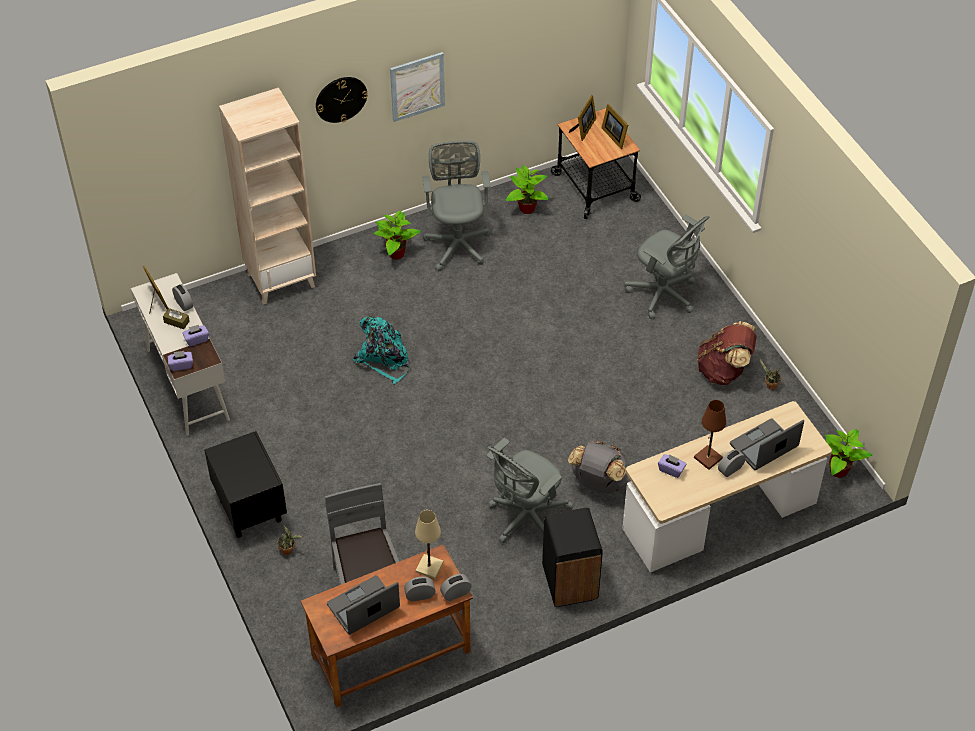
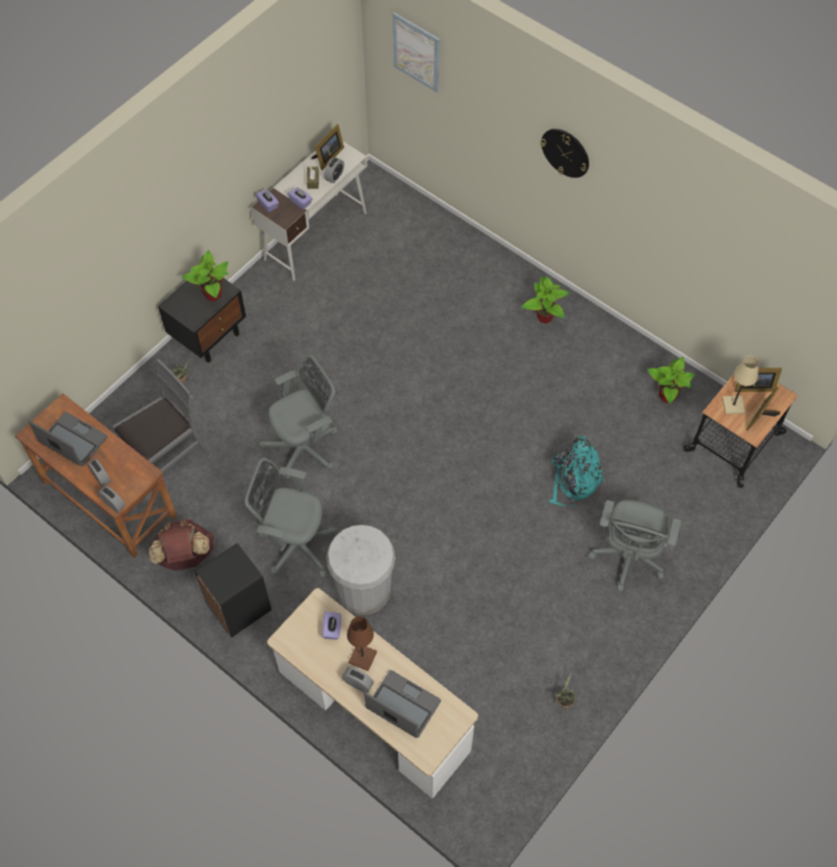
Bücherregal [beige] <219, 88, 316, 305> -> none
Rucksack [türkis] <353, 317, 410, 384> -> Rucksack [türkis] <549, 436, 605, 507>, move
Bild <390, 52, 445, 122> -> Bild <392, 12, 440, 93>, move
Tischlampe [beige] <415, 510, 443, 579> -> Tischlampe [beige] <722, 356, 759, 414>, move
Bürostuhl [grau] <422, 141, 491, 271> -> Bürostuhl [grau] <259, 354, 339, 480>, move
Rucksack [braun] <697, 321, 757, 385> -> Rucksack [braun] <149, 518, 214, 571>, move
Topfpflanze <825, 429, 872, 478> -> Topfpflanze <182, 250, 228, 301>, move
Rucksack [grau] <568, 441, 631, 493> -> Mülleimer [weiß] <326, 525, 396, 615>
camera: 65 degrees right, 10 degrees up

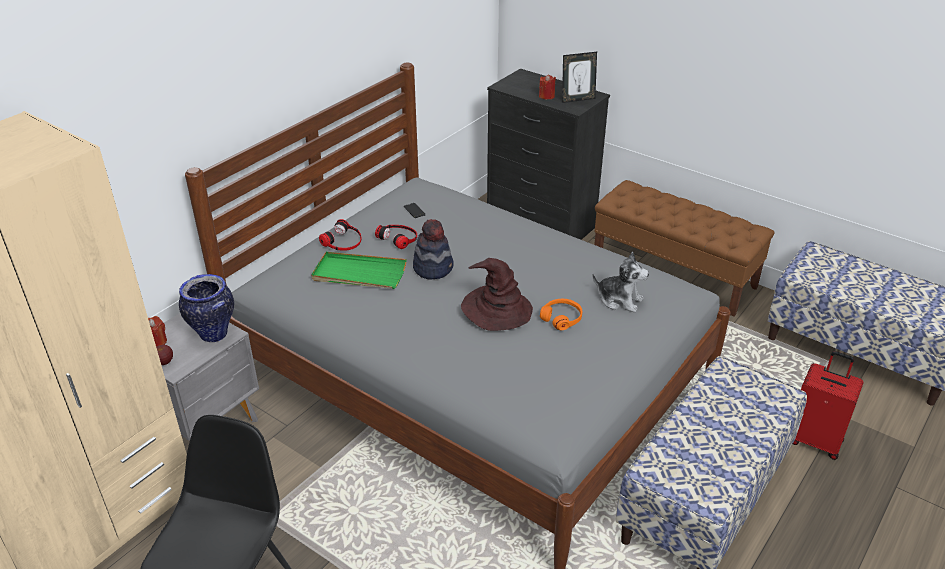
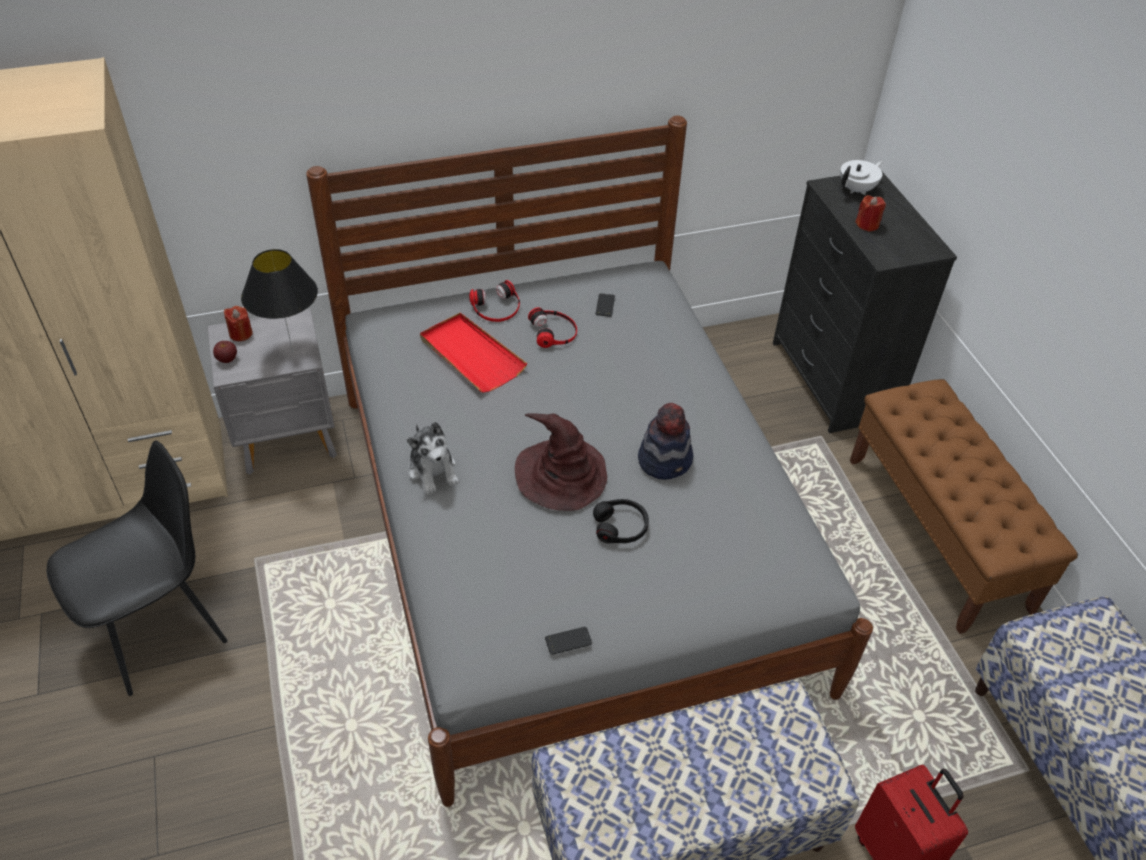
Bilderrahmen <562, 52, 597, 103> -> none
none -> Handy <545, 627, 592, 655>
none -> Teekanne [weiß] <840, 160, 883, 195>
Hut <413, 219, 454, 280> -> Hut <638, 403, 693, 480>, move
Plüschtier <592, 252, 649, 313> -> Plüschtier <407, 422, 459, 495>, move
Vase <179, 274, 234, 342> -> Tischlampe [schwarz] <241, 249, 318, 352>
Tablett [grün] <311, 252, 407, 289> -> Tablett [rot] <420, 313, 527, 393>
Kopfhörer [orange] <540, 299, 582, 330> -> Kopfhörer [schwarz] <593, 499, 649, 543>
camera: 35 degrees right, 10 degrees up

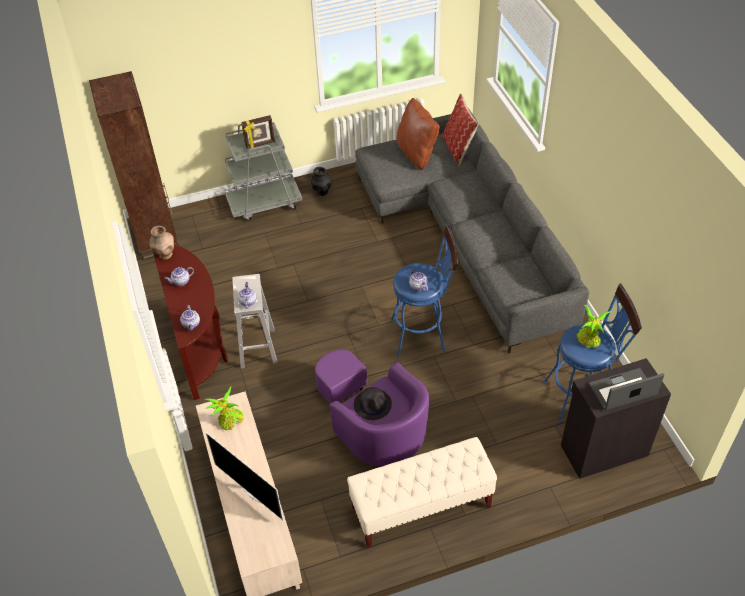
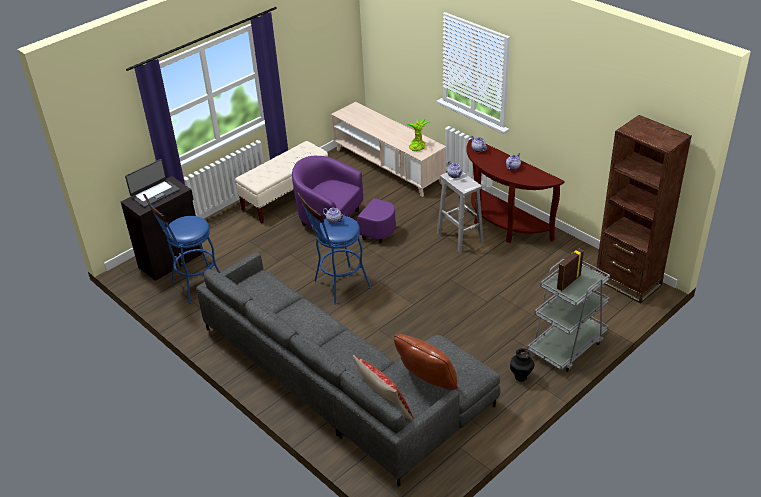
Vase [braun] <149, 226, 174, 260> -> none
Fernseher <206, 432, 284, 520> -> none
Hut [schwarz] <354, 387, 392, 420> -> none
Topfpflanze <576, 305, 611, 348> -> none
camera: 155 degrees right, 10 degrees down

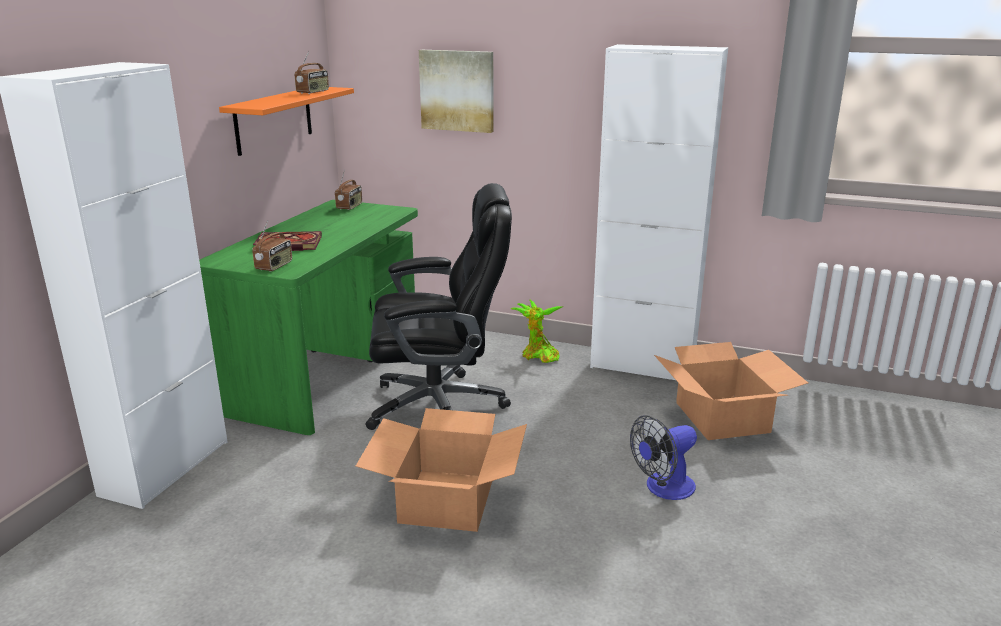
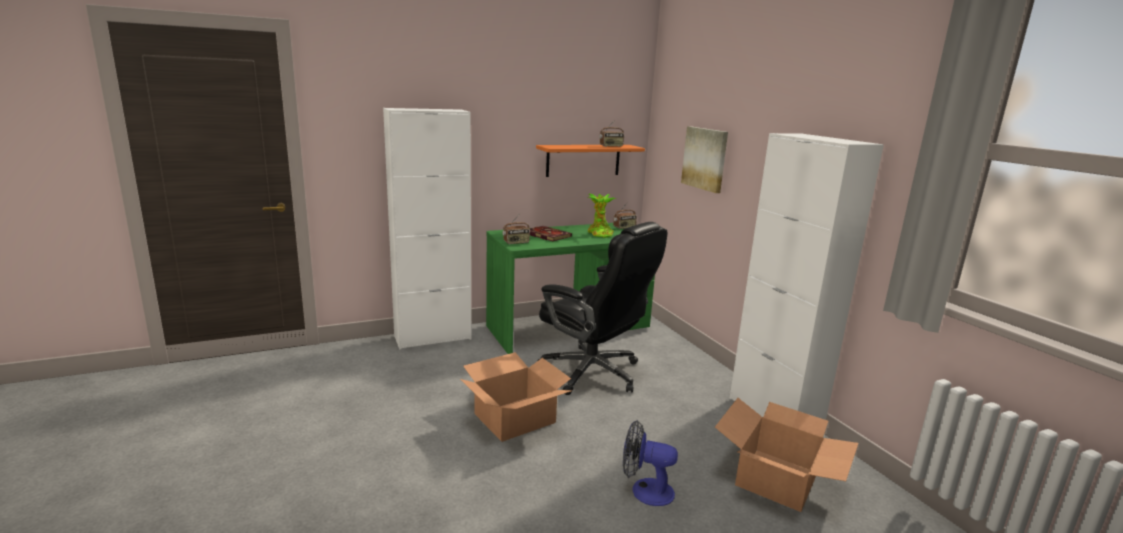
Topfpflanze <511, 300, 564, 363> -> Topfpflanze <588, 193, 616, 238>, move
camera: 45 degrees right, 5 degrees down

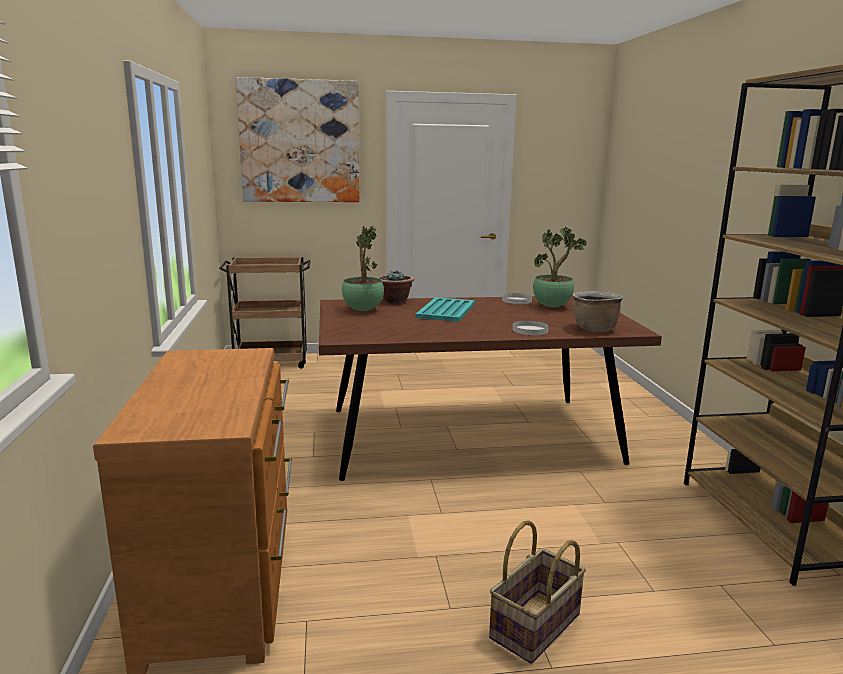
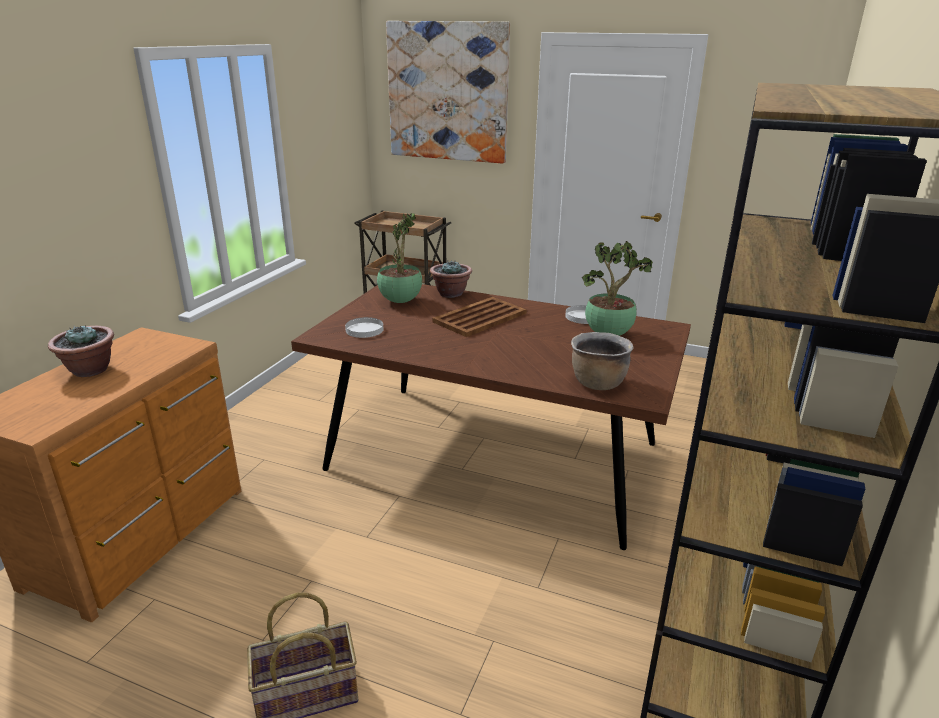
none -> Topfpflanze <48, 326, 114, 377>
Teller [weiß] <513, 320, 549, 335> -> Teller [weiß] <345, 317, 384, 338>, move
Tablett [türkis] <415, 297, 475, 322> -> Tablett [braun] <432, 297, 527, 337>
camera: 30 degrees right, 10 degrees up

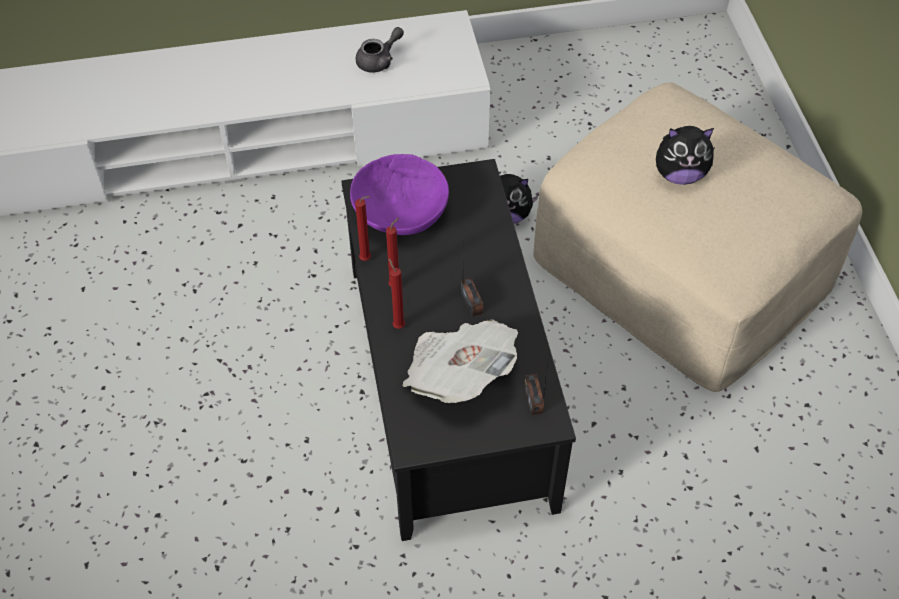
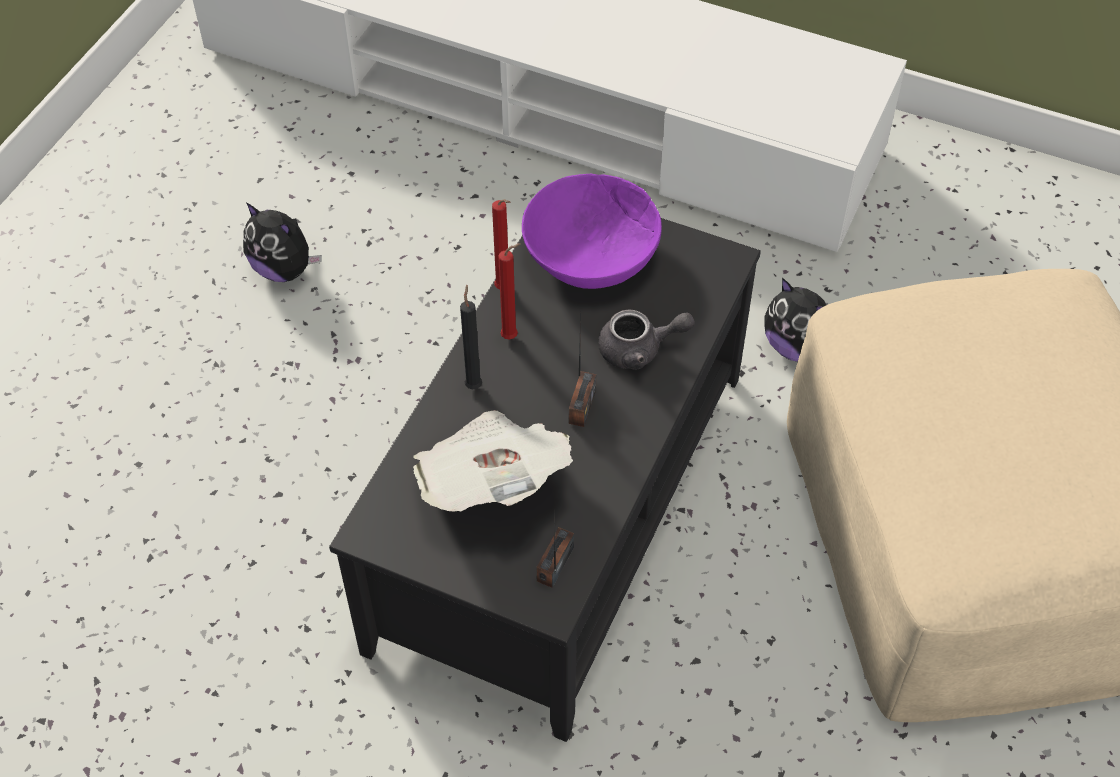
Teekanne [grau] <356, 27, 404, 73> -> Teekanne [grau] <598, 309, 695, 370>, move
Plüschtier <656, 126, 715, 185> -> Plüschtier <243, 202, 322, 282>, move
Kerze [rot] <389, 258, 405, 329> -> Kerze [schwarz] <460, 285, 482, 389>
camera: 35 degrees right, 0 degrees up

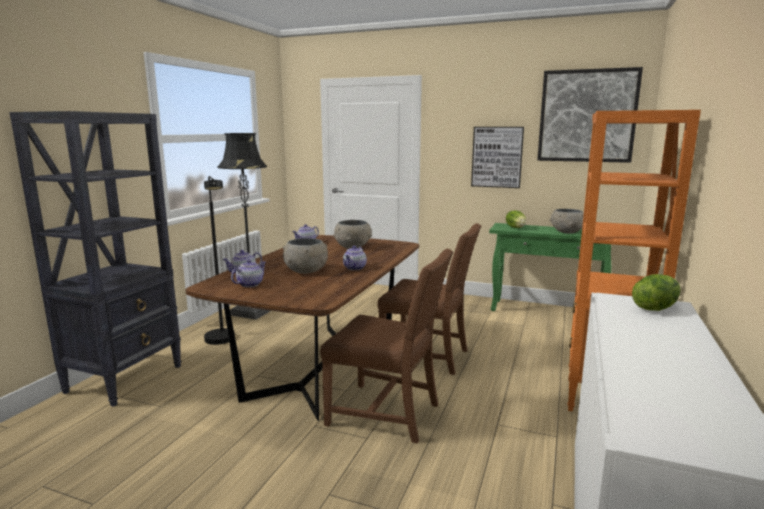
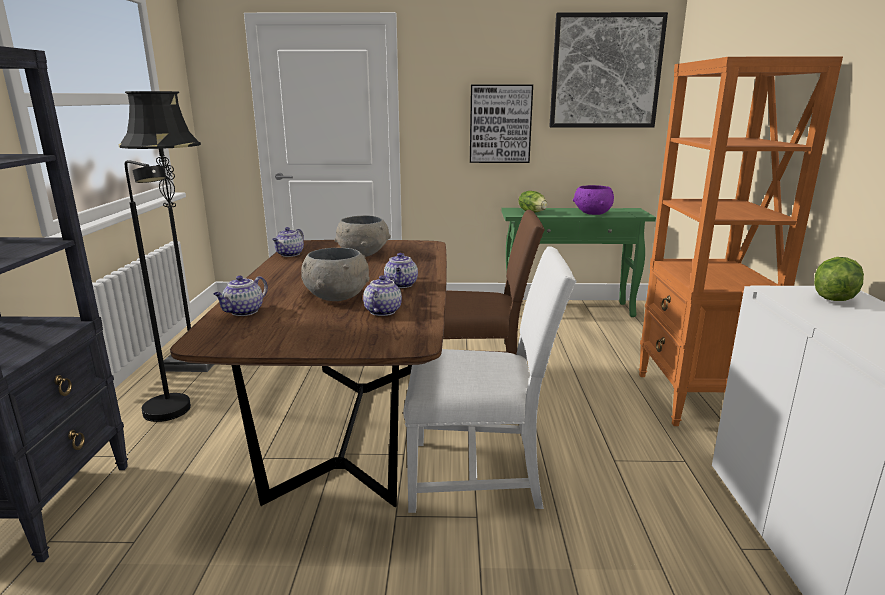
Teekanne <231, 260, 266, 287> -> Teekanne <363, 275, 402, 316>, move
Stuhl [braun] <320, 249, 453, 444> -> Stuhl [weiß] <403, 246, 576, 513>
Schüssel [grau] <549, 209, 584, 234> -> Schüssel [lila] <573, 185, 614, 215>
camera: 20 degrees left, 5 degrees up

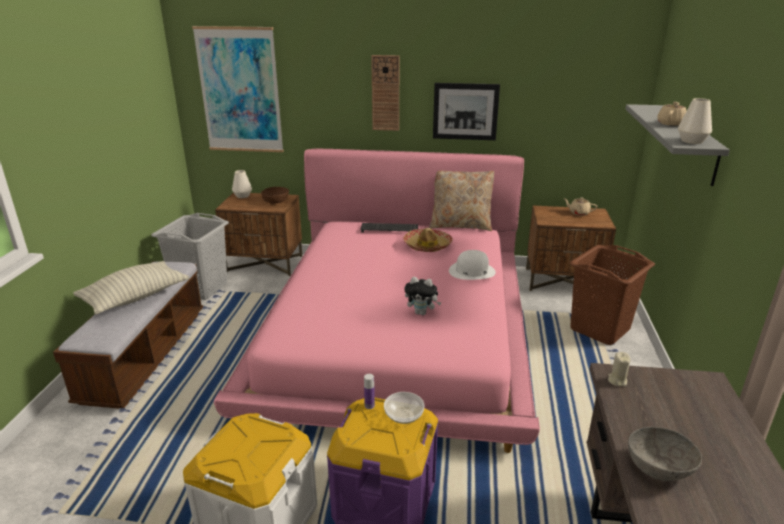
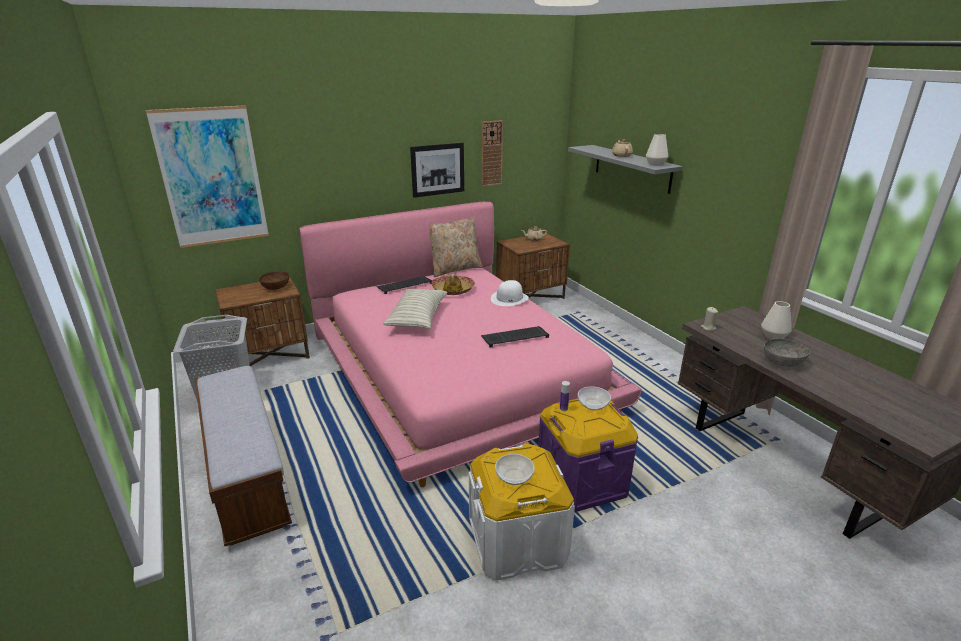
Wäschekorb [braun] <570, 245, 655, 345> -> none
none -> Schüssel <495, 454, 534, 485>
Kissen <73, 261, 189, 314> -> Kissen <383, 289, 447, 329>, move
Vase [weiß] <232, 170, 252, 198> -> Vase [weiß] <761, 301, 792, 339>, move
Wanduhr <371, 55, 400, 131> -> Wanduhr <481, 120, 503, 187>, move
Plüschtier <404, 277, 441, 315> -> Tastatur <481, 326, 549, 347>
camera: 35 degrees left, 0 degrees up

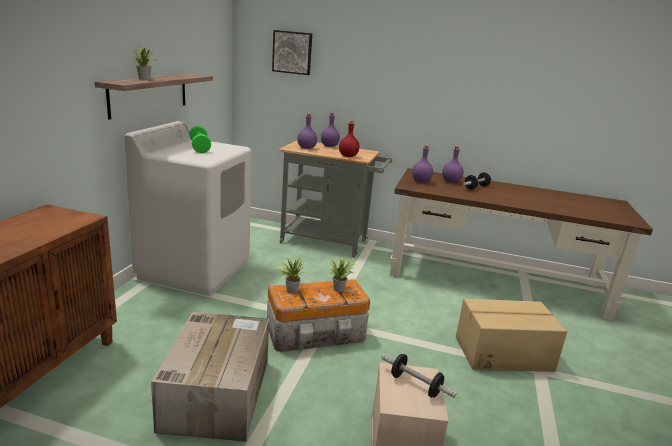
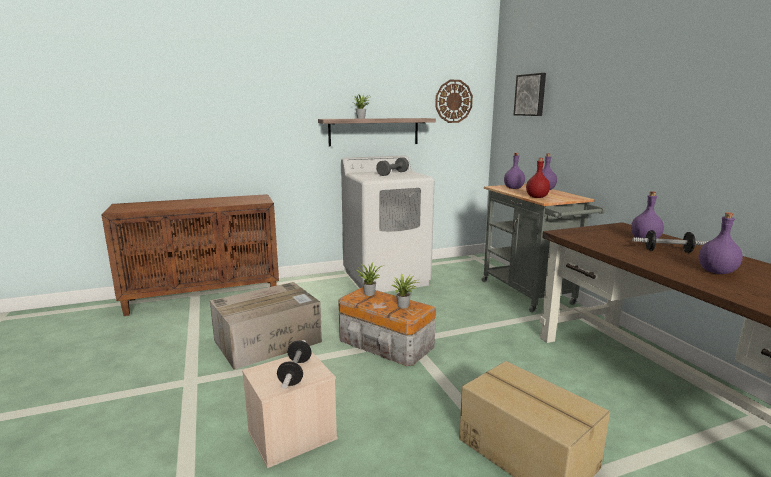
none -> Wanduhr <435, 80, 473, 123>
Flasche [lila] <412, 145, 433, 182> -> Flasche [lila] <699, 212, 743, 274>, move
Hantel [grün] <189, 126, 211, 153> -> Hantel [grau] <376, 157, 409, 176>
camera: 55 degrees right, 5 degrees down

